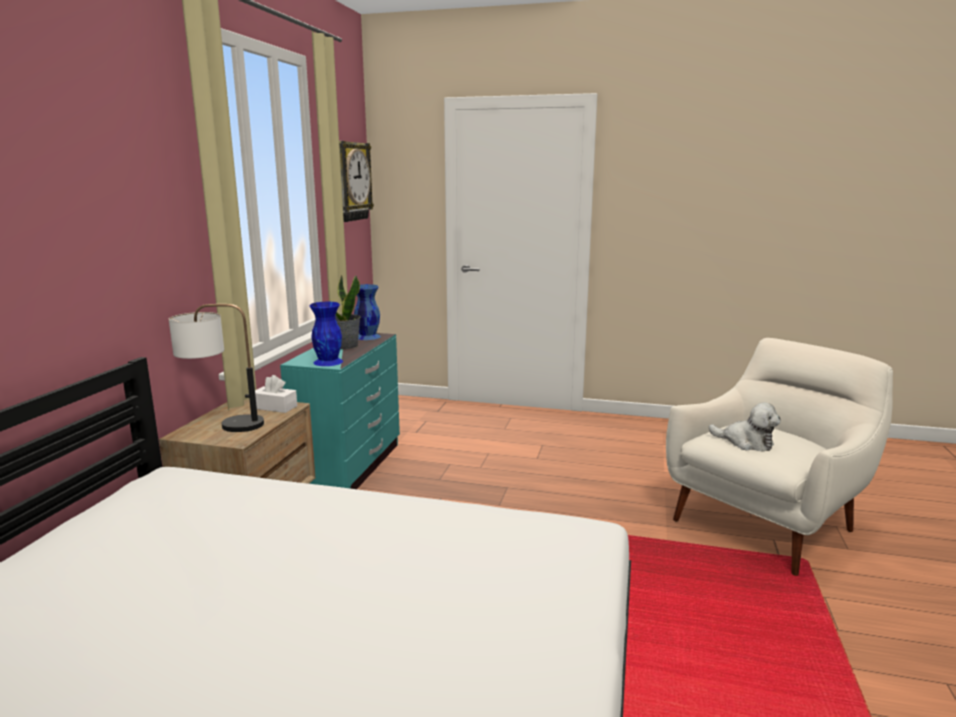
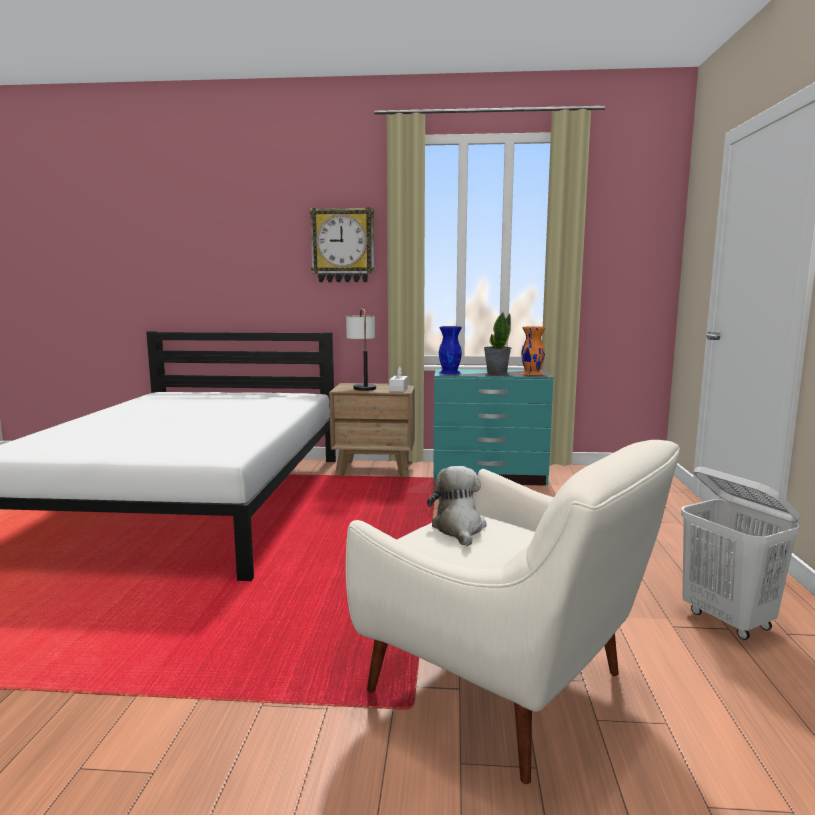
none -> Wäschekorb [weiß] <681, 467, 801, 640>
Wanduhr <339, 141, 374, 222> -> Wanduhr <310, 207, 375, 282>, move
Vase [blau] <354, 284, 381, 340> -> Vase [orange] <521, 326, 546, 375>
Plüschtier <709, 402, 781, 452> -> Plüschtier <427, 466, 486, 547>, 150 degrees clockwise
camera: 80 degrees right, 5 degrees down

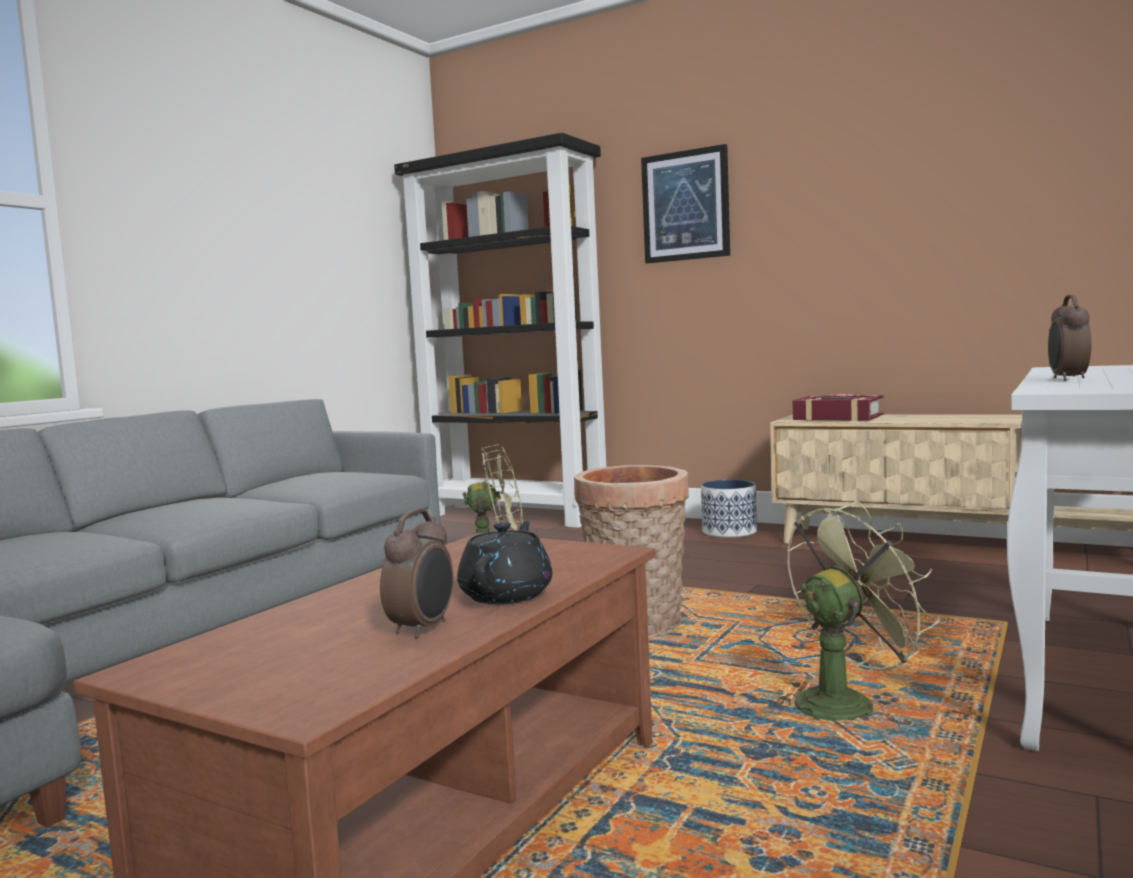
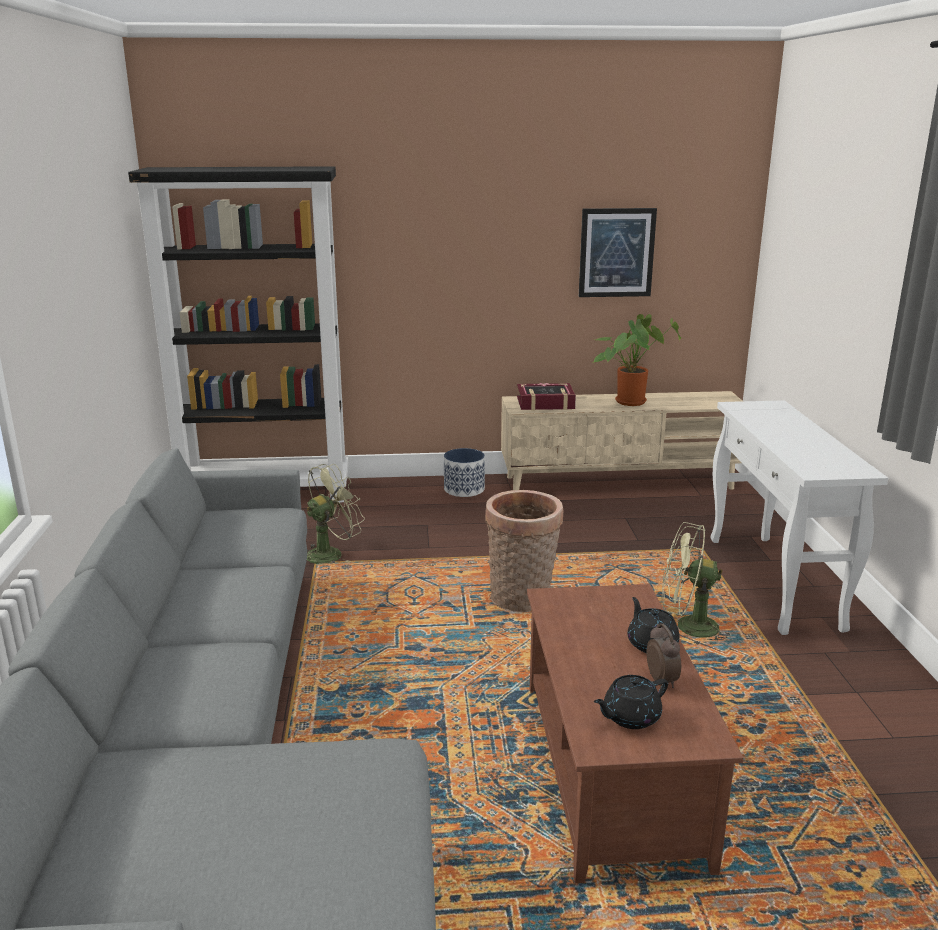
Wecker <1048, 295, 1092, 381> -> none
none -> Topfpflanze <593, 314, 681, 406>
none -> Teekanne [schwarz] <594, 675, 668, 729>
Bild <641, 144, 730, 264> -> Bild <579, 208, 657, 297>, move
Ventilator [grün] <775, 501, 940, 721> -> Ventilator [grün] <661, 522, 727, 645>, 105 degrees counterclockwise
camera: 35 degrees left, 15 degrees up

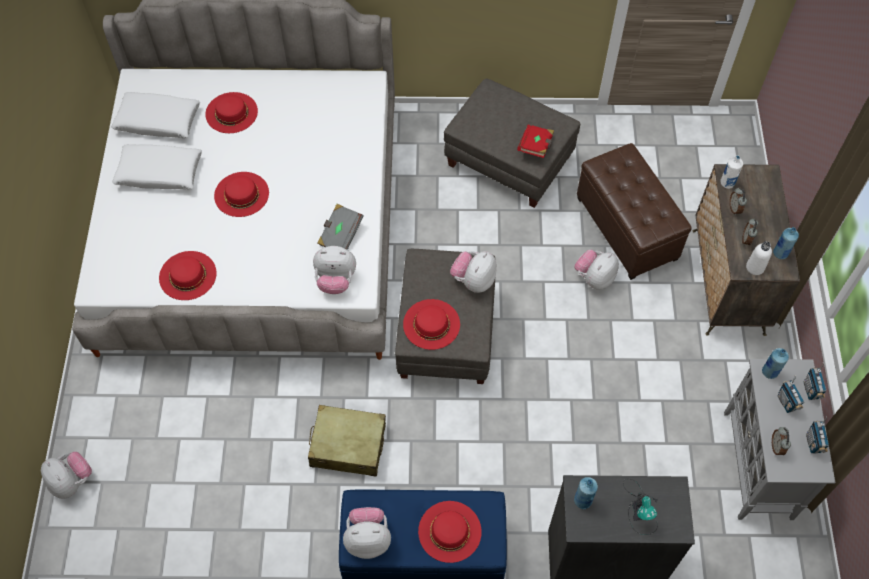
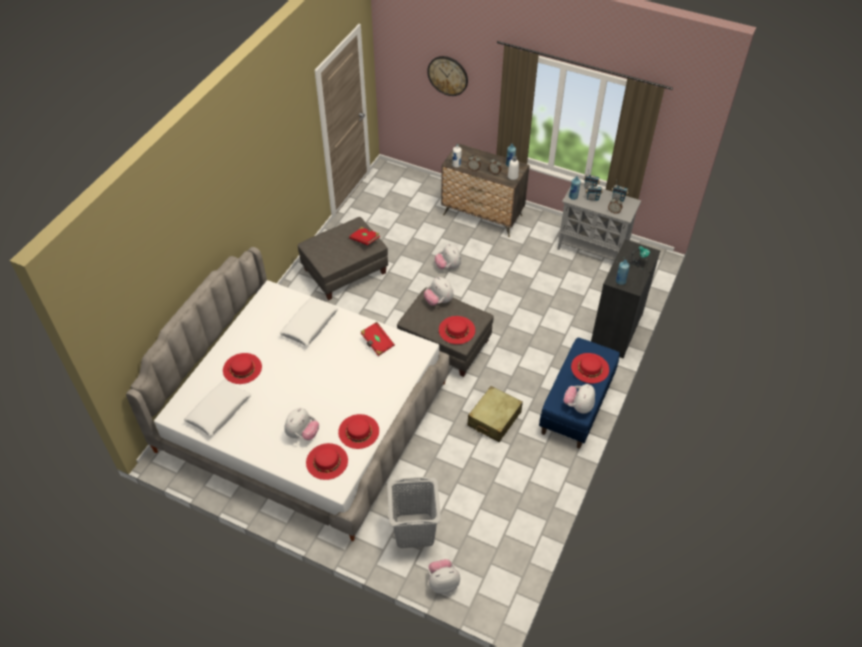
Polsterhocker [braun] <577, 143, 691, 280> -> none
none -> Wäschekorb [grau] <387, 477, 441, 548>
none -> Wanduhr <427, 56, 468, 96>
Kissen [weiß] <112, 144, 202, 190> -> Kissen [weiß] <280, 297, 338, 346>, move
Hut [rot] <214, 172, 269, 217> -> Hut [rot] <306, 443, 348, 480>, move
Plüschtier <313, 246, 356, 294> -> Plüschtier <284, 408, 319, 440>, move
Buch [grau] <317, 204, 364, 250> -> Buch [rot] <361, 322, 395, 356>
camera: 65 degrees left, 10 degrees down

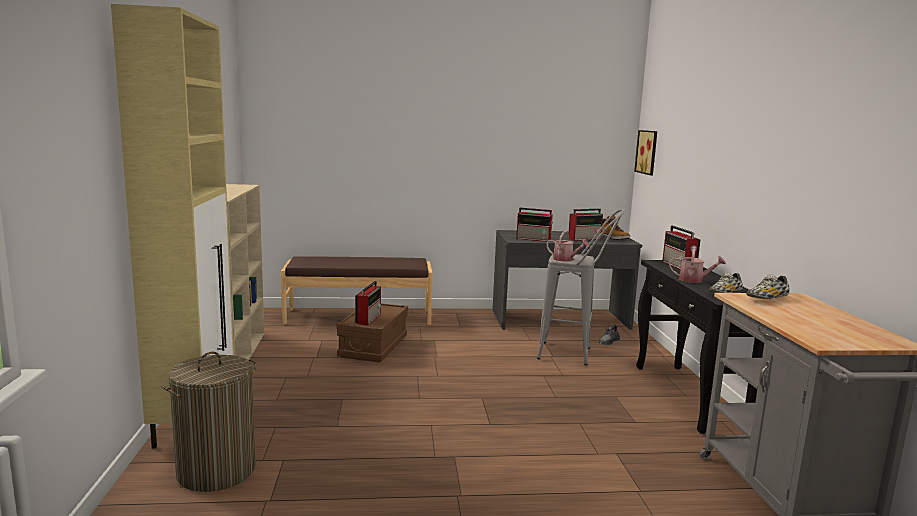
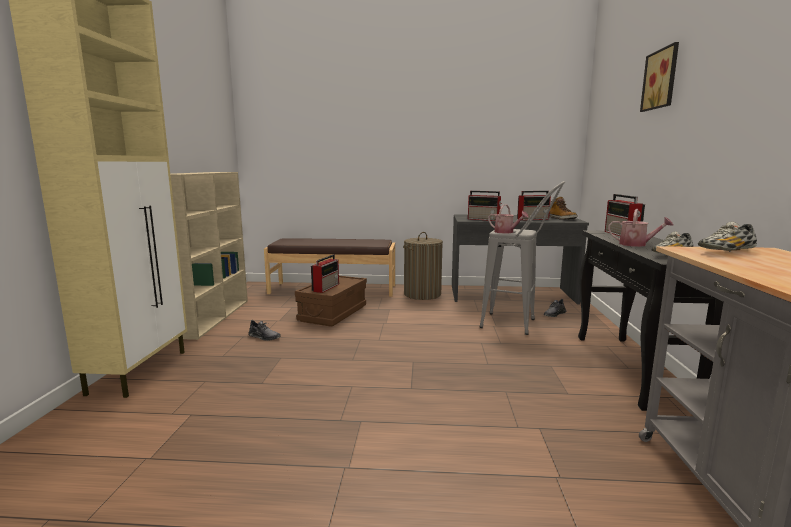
none -> Schuh [grau] <248, 320, 281, 341>
Wäschekorb <161, 352, 256, 492> -> Wäschekorb <403, 232, 443, 300>, move
Bild <634, 130, 657, 176> -> Bild <640, 42, 679, 112>, move
camera: 10 degrees right, 0 degrees up

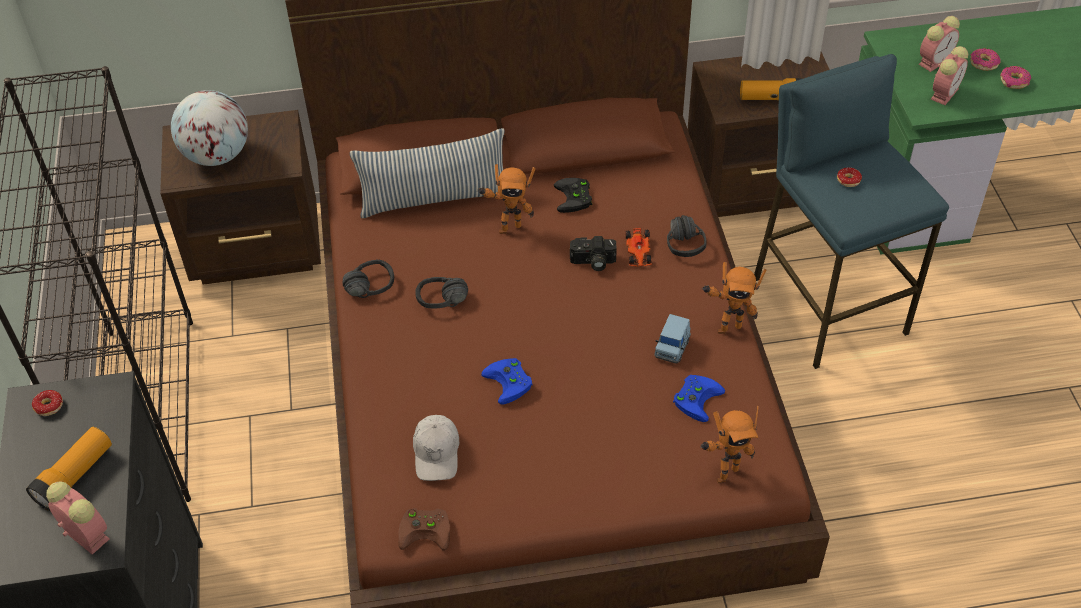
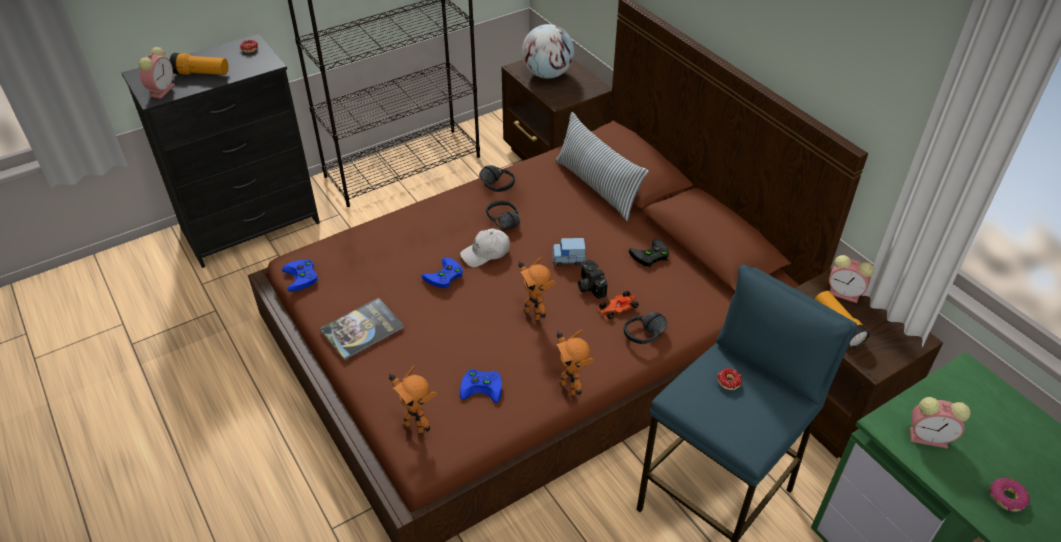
Donut <970, 48, 1001, 71> -> none
none -> Buch <320, 298, 404, 361>
Kappe [weiß] <413, 415, 459, 481> -> Kappe [weiß] <460, 228, 510, 267>, move
Spielzeugroboter <477, 164, 535, 234> -> Spielzeugroboter <518, 257, 556, 320>, move
Spielzeugauto [blau] <654, 314, 691, 364> -> Spielzeugauto [blau] <552, 238, 586, 266>, move
Wecker <919, 16, 960, 72> -> Wecker <829, 255, 874, 303>, move
Gamepad [braun] <398, 508, 450, 551> -> Gamepad [blau] <282, 260, 318, 292>
camera: 65 degrees right, 5 degrees down

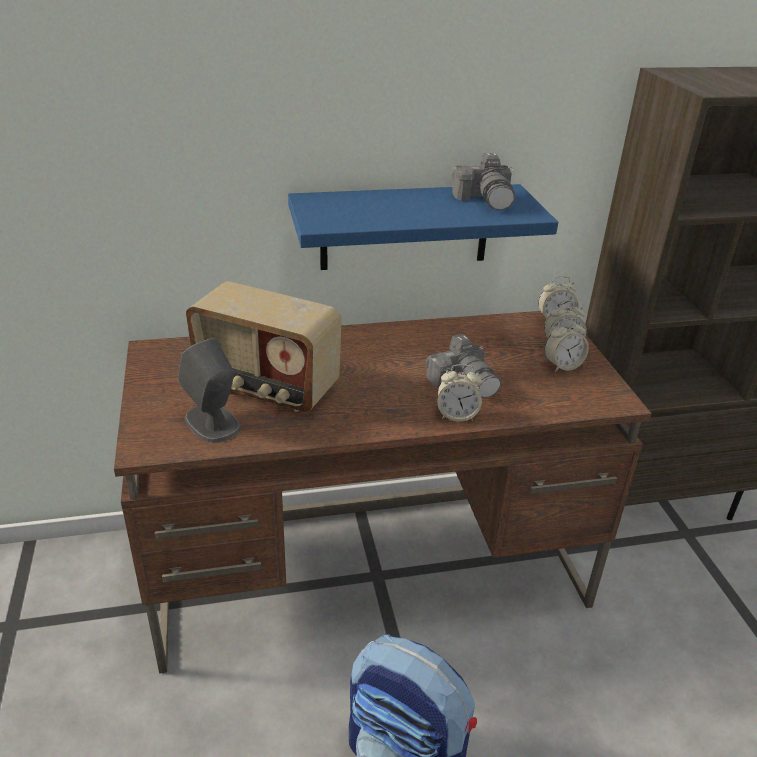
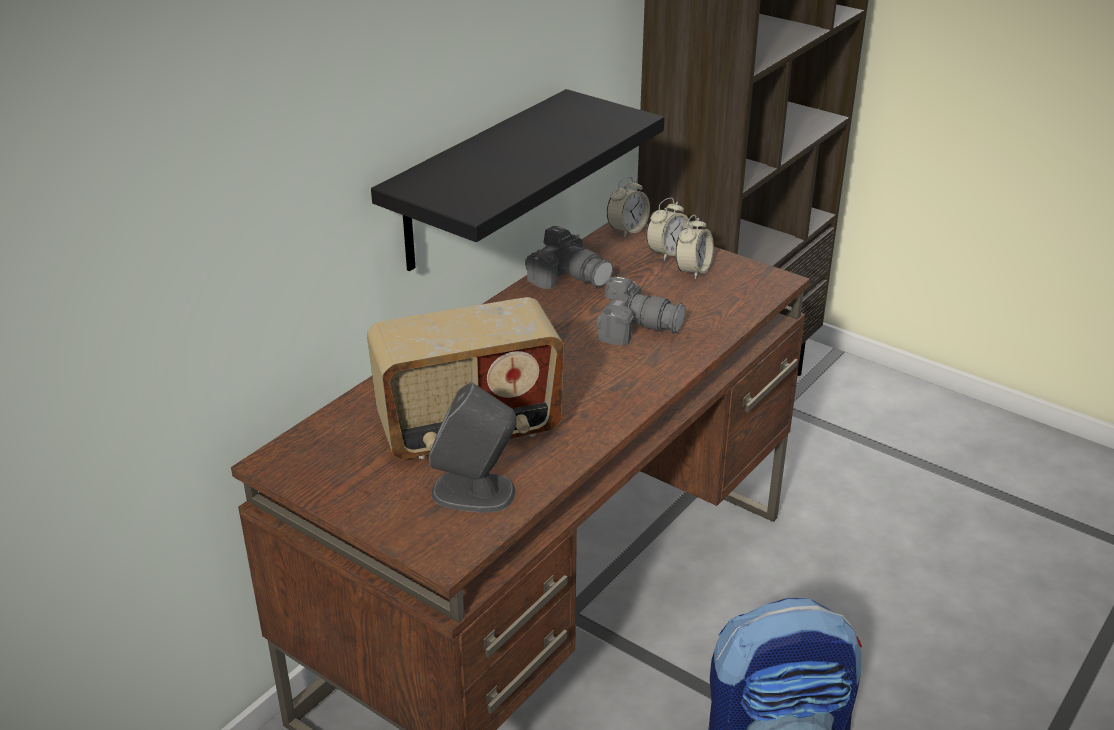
Wecker <437, 364, 482, 422> -> none
Kamera <452, 153, 515, 210> -> Kamera <525, 226, 613, 289>, move
Wandregal [blau] <288, 184, 558, 270> -> Wandregal [schwarz] <371, 89, 664, 271>
camera: 40 degrees left, 0 degrees up

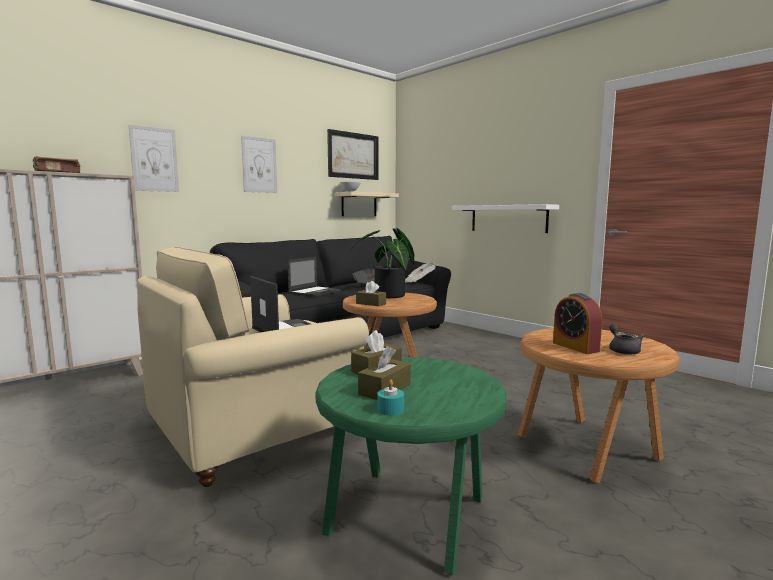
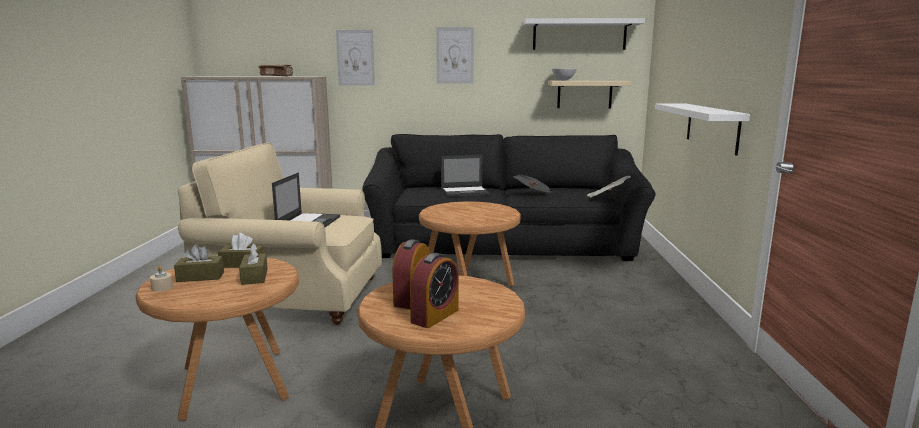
Topfpflanze <350, 228, 414, 298> -> none
Taschentuchbox [braun] <356, 281, 386, 306> -> Taschentuchbox [braun] <239, 243, 268, 285>, move
Bild <327, 129, 379, 180> -> Wandregal [weiß] <523, 18, 645, 50>
Teekanne [grau] <609, 324, 644, 355> -> Wecker <410, 253, 459, 328>
Beistelltisch [grün] <315, 357, 507, 575> -> Beistelltisch [braun] <135, 258, 299, 421>
Kerze [türkis] <377, 379, 404, 416> -> Kerze [beige] <150, 266, 173, 292>
camera: 45 degrees right, 5 degrees up

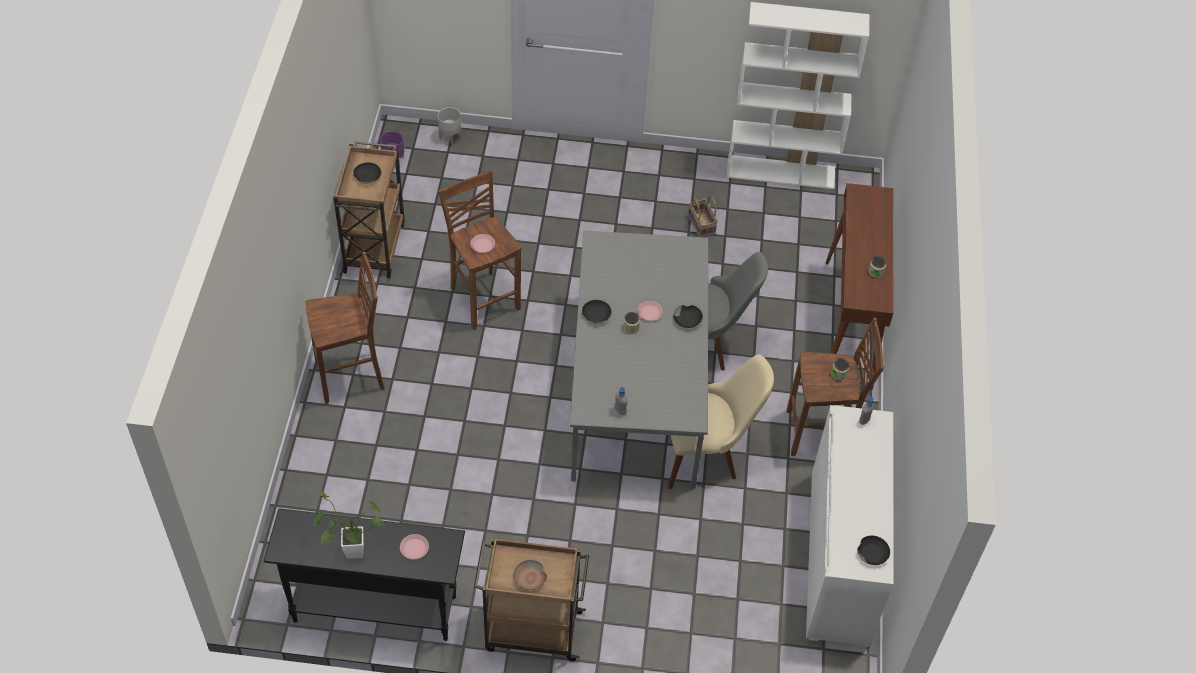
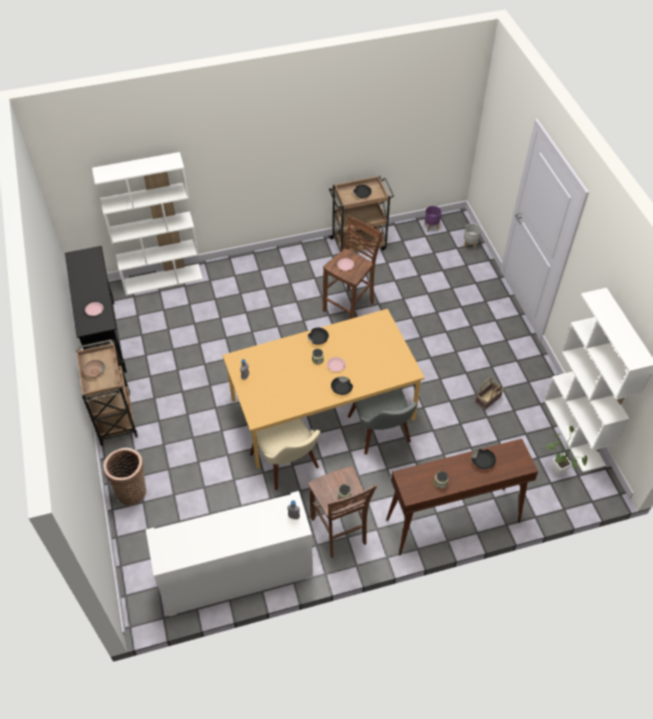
Hocker [braun] <306, 252, 385, 404> -> none
none -> Bücherregal [weiß] <92, 152, 203, 295>
none -> Korb <103, 448, 146, 506>
Topfpflanze <313, 491, 384, 559> -> Topfpflanze <546, 426, 587, 477>, move
Schüssel [schwarz] <857, 535, 890, 565> -> Schüssel [schwarz] <472, 449, 496, 469>, move
Esstisch [grau] <570, 231, 708, 489> -> Esstisch [orange] <222, 309, 425, 469>
camera: 70 degrees right, 0 degrees up

